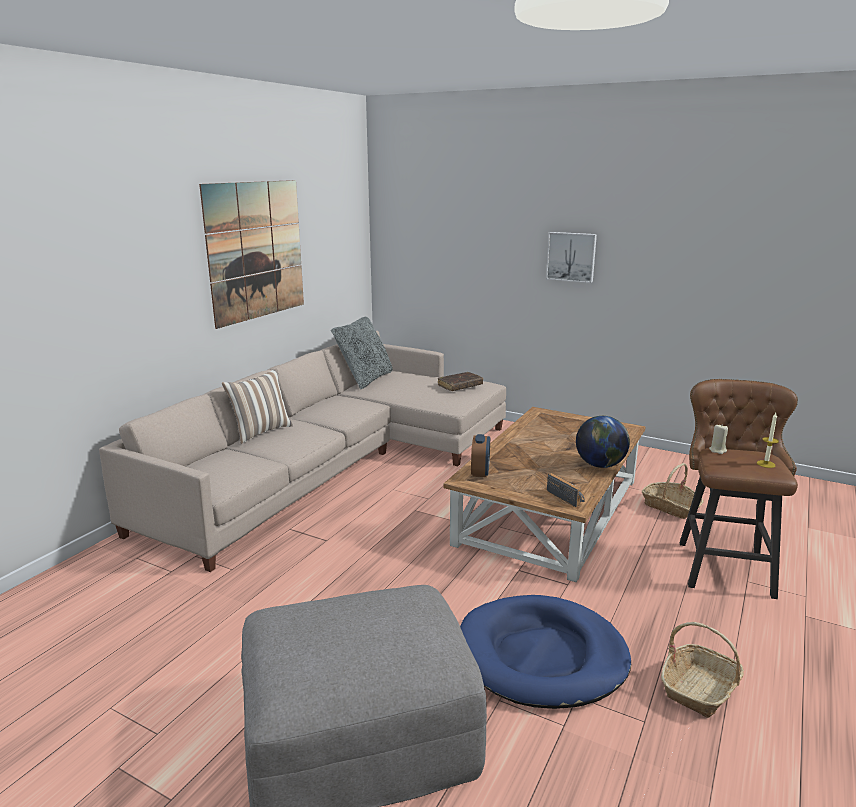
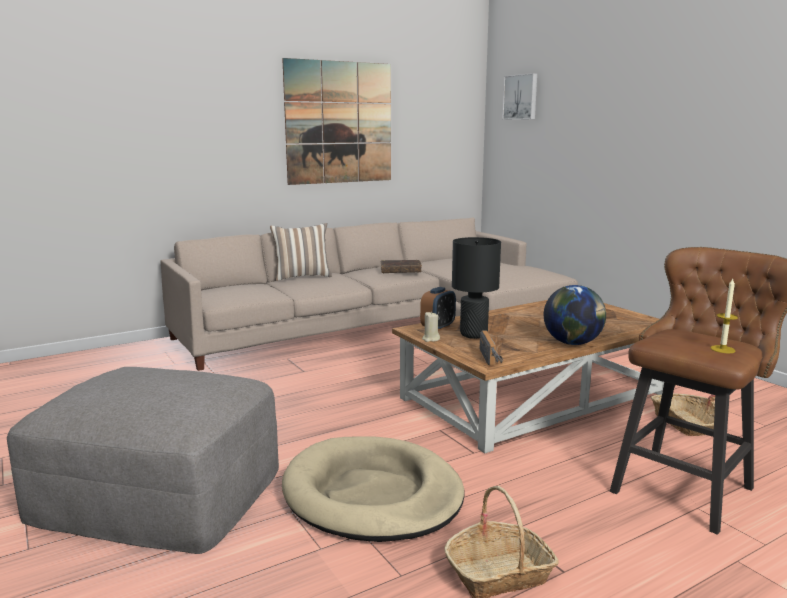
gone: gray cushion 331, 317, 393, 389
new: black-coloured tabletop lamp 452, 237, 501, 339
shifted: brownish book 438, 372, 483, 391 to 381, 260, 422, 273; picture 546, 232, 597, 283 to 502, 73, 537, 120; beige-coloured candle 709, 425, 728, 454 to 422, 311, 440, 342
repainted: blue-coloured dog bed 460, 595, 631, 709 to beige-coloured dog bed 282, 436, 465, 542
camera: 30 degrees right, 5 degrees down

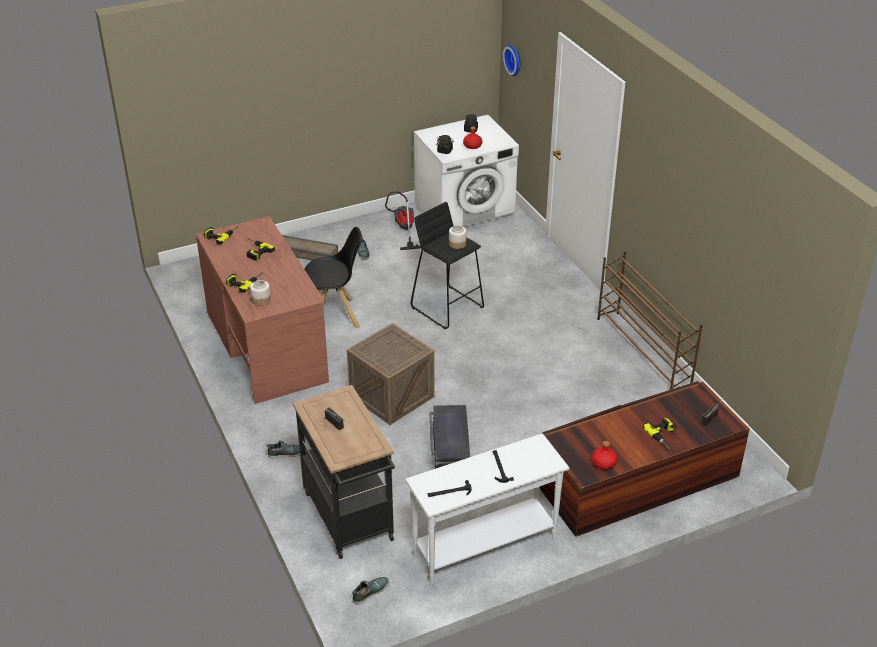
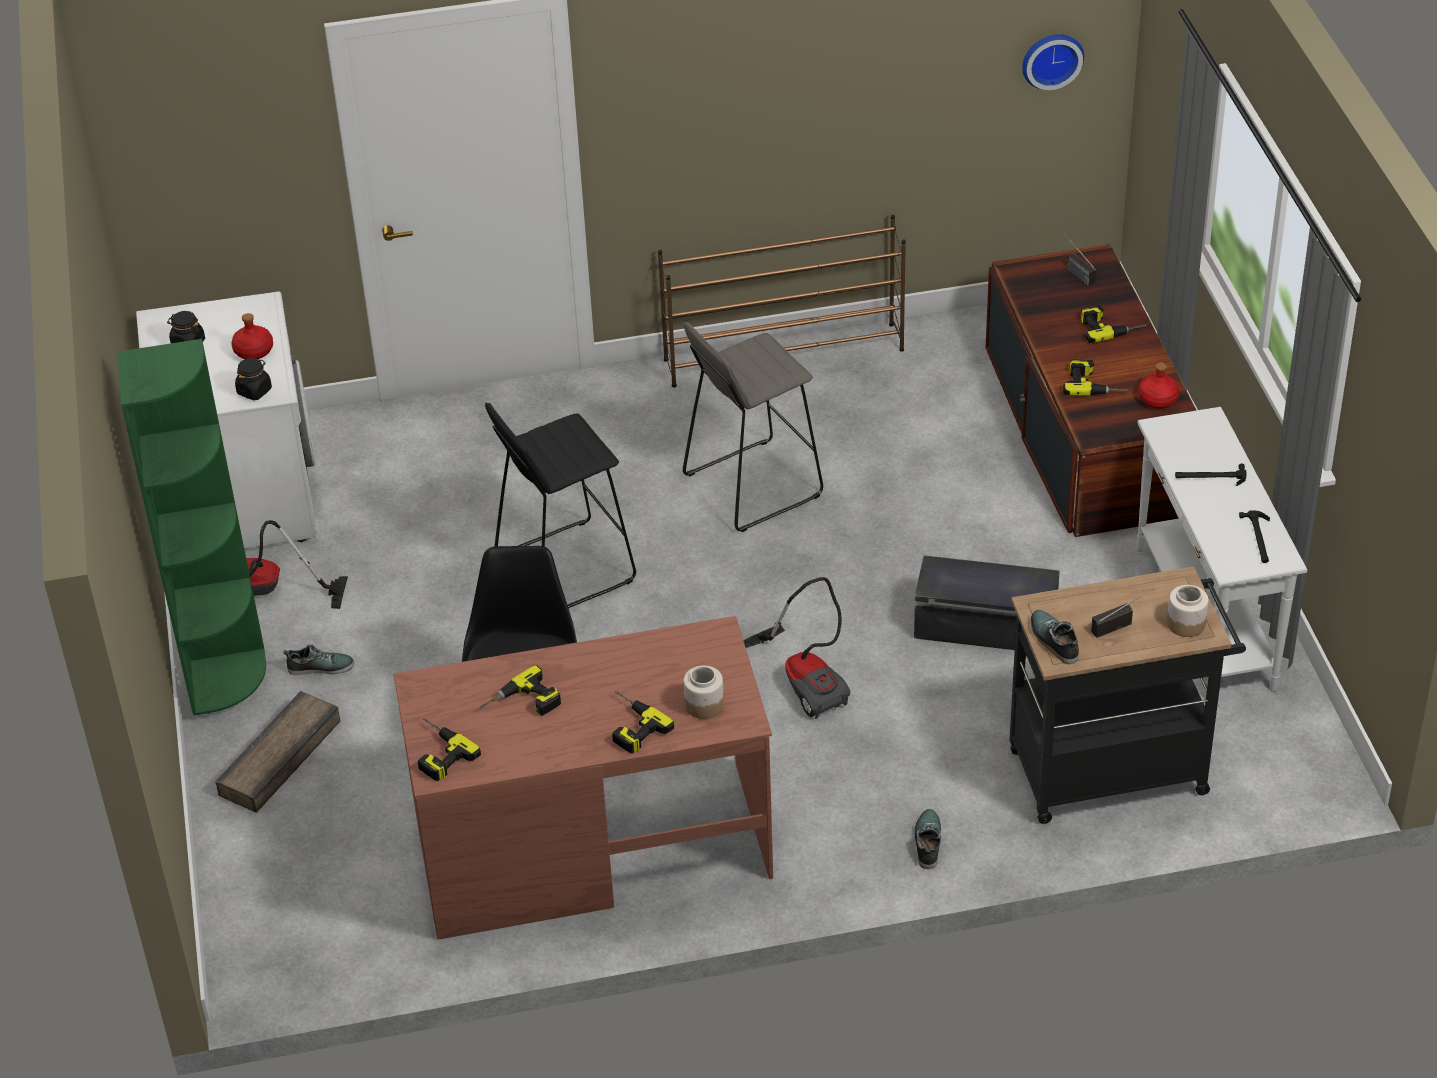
new: green bookshelf 117, 339, 266, 716; gray sitting stool 683, 322, 823, 532; electric drill 1063, 360, 1129, 396
shifted: low shoe 352, 577, 389, 605 to 1030, 610, 1079, 664; jar 449, 225, 467, 249 to 1167, 585, 1209, 637; wall clock 503, 45, 521, 76 to 1022, 34, 1084, 90
swapped: crate 347, 323, 435, 425 to vacuum cleaner 743, 577, 851, 719
camera: 75 degrees left, 5 degrees up

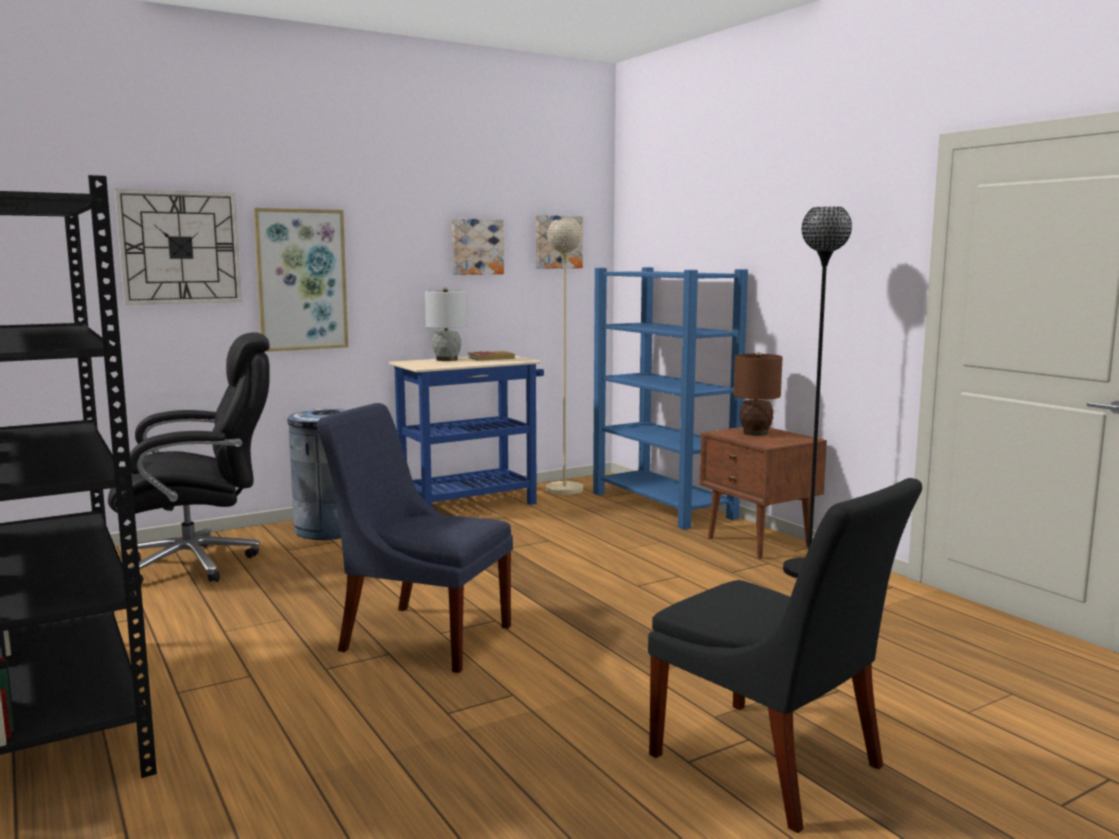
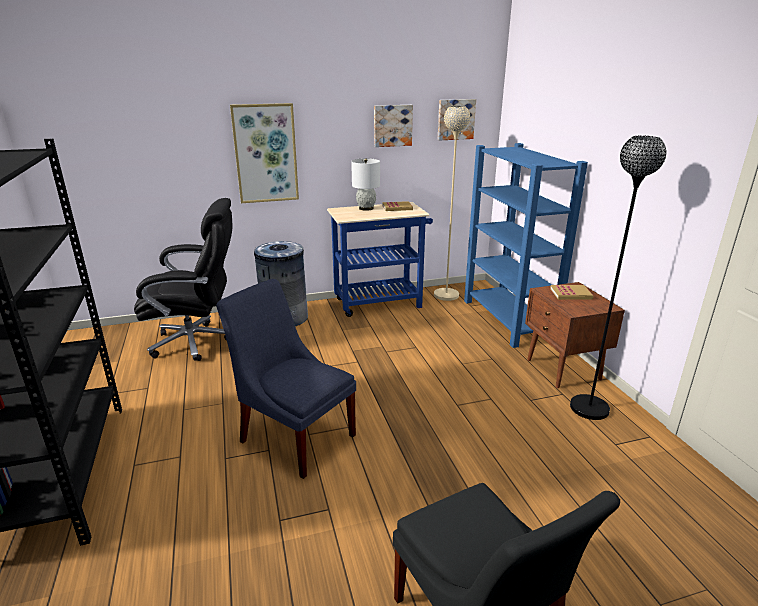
gone: wall clock 115, 189, 242, 305
swapped: brownish tabletop lamp 734, 352, 783, 436 to book 550, 285, 593, 300
camera: 15 degrees right, 15 degrees up

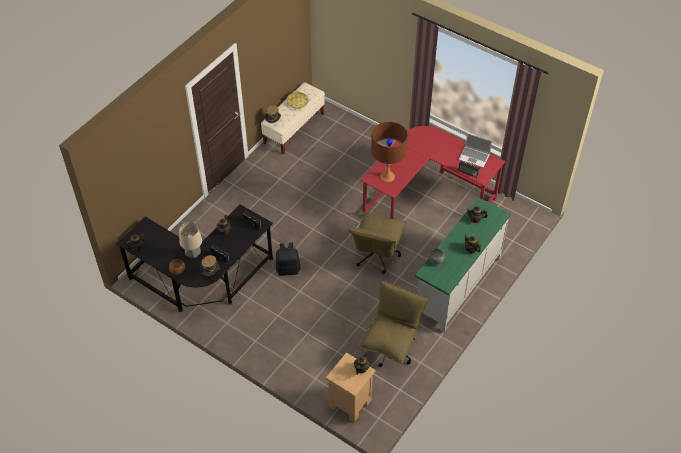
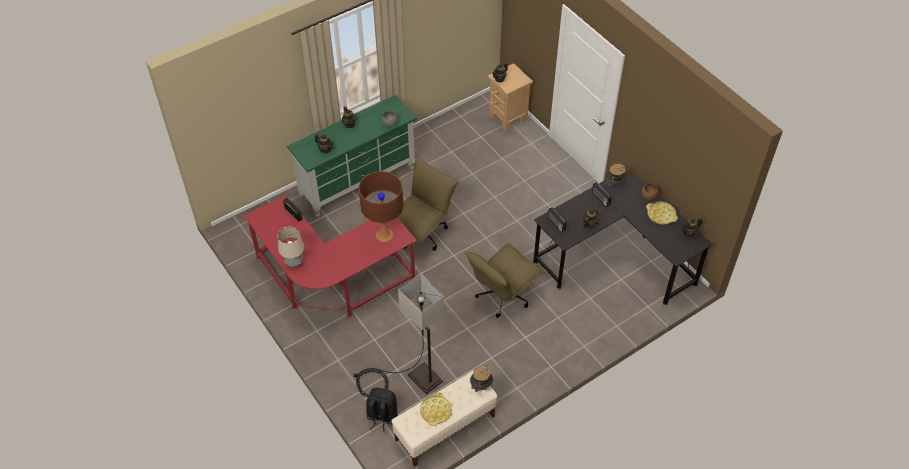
gone: laptop 459, 133, 492, 168
new: standard lamp 354, 274, 444, 397; yellowish carrying tray 646, 201, 678, 225
shifted: tabletop lamp 179, 222, 202, 258 to 278, 226, 304, 268; black-coloured knapsack 276, 243, 301, 276 to 366, 388, 398, 433; beige-coloured desk chair 358, 281, 429, 367 to 465, 243, 546, 318
camera: 160 degrees left, 0 degrees up

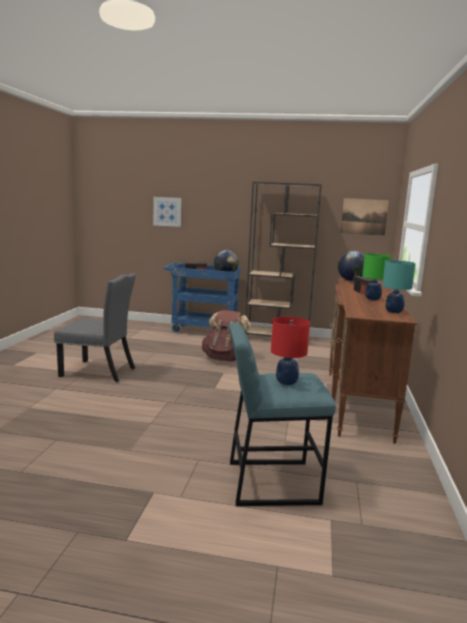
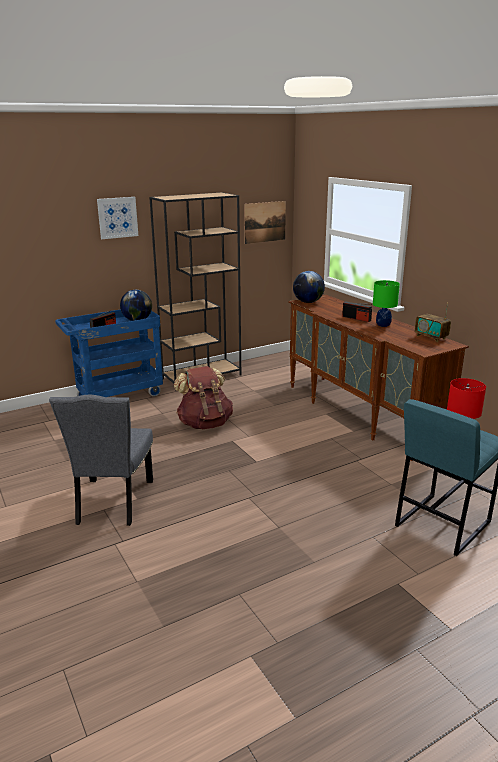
shifted: picture 153, 197, 181, 227 to 97, 197, 138, 239
swapped: blue-green tabletop lamp 382, 260, 416, 313 to radio receiver 415, 302, 451, 342
rotated: gray chair 54, 273, 136, 382 = 49, 395, 153, 526 120 degrees clockwise
camera: 40 degrees left, 10 degrees up

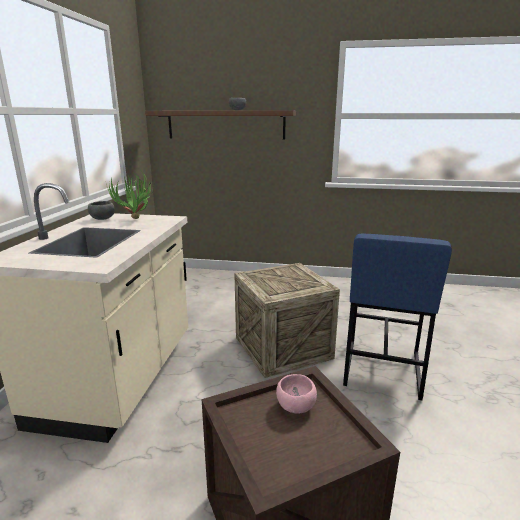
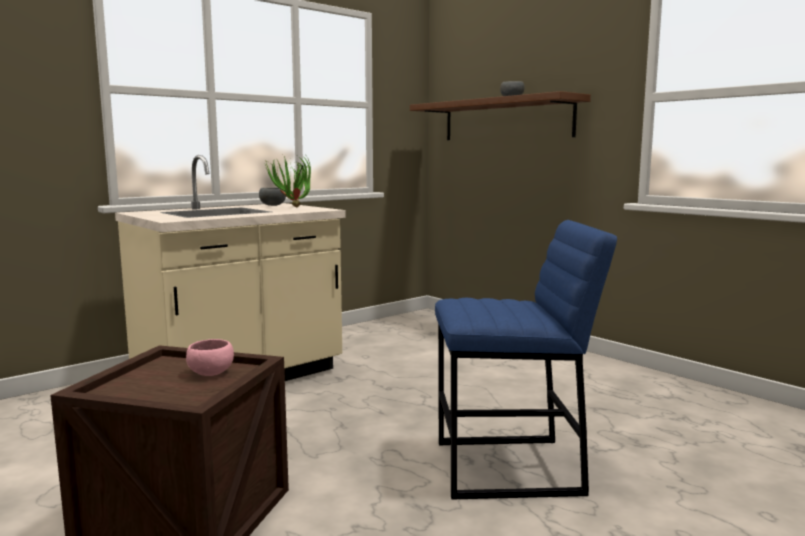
gone: crate 234, 263, 340, 378
rotated: blue-coloured chair 343, 234, 452, 400 = 435, 220, 617, 499 150 degrees counterclockwise
camera: 40 degrees right, 10 degrees down

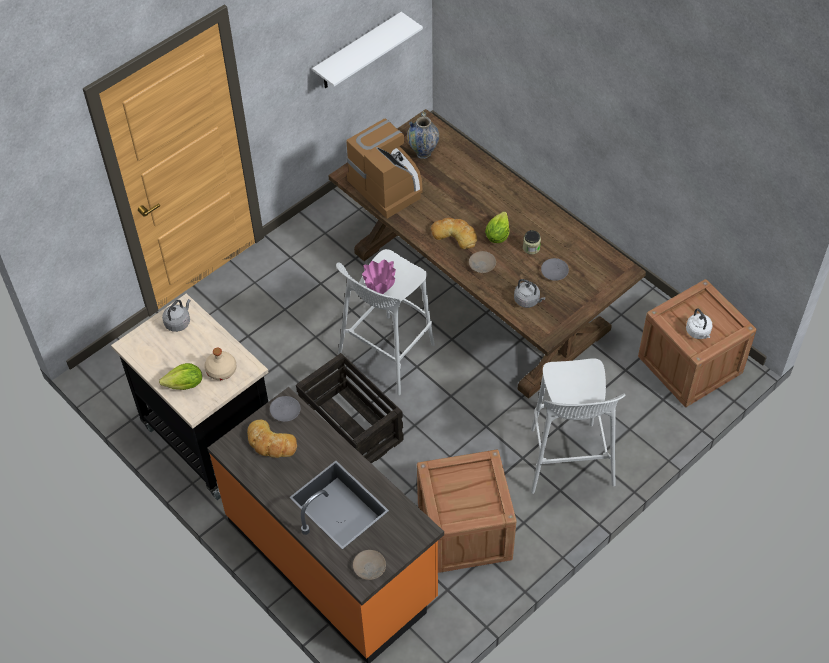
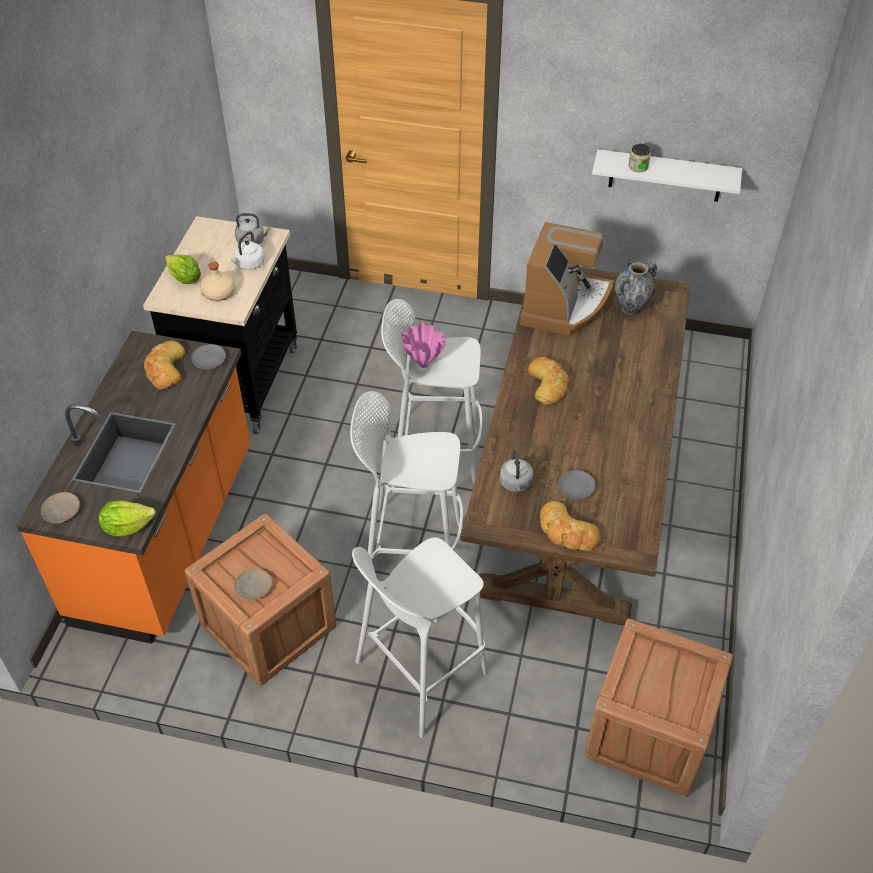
gone: crate 296, 353, 404, 463
new: whitish sitting stool 350, 391, 463, 588; bread 540, 501, 600, 551
shifted: beige-coloured dinner plate 469, 251, 496, 273 to 234, 568, 272, 600; lettuce 485, 211, 509, 243 to 99, 501, 156, 537; jar 523, 230, 541, 254 to 628, 144, 651, 172; whitish water kettle 686, 308, 713, 339 to 231, 231, 265, 270
camera: 55 degrees right, 5 degrees down

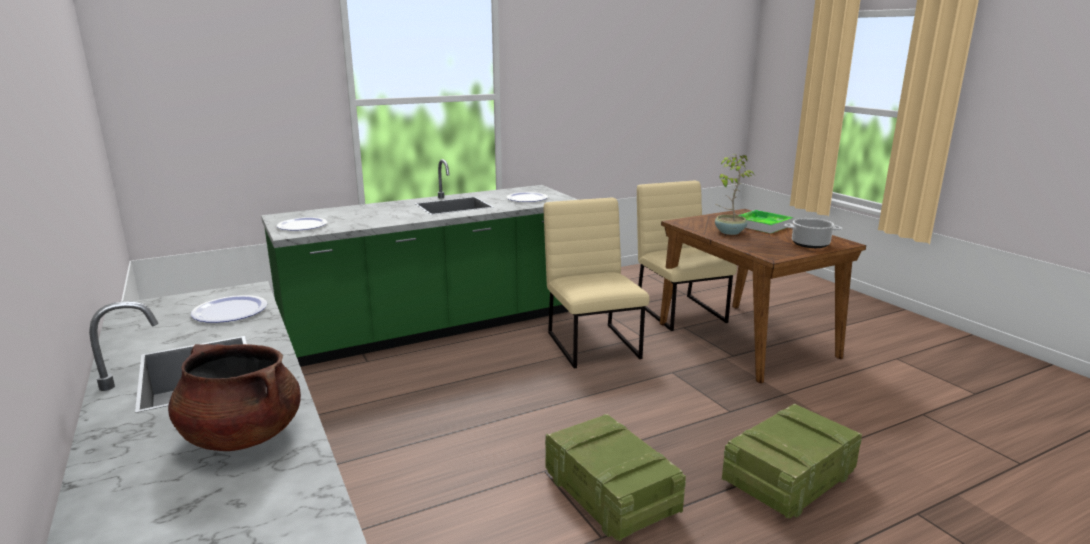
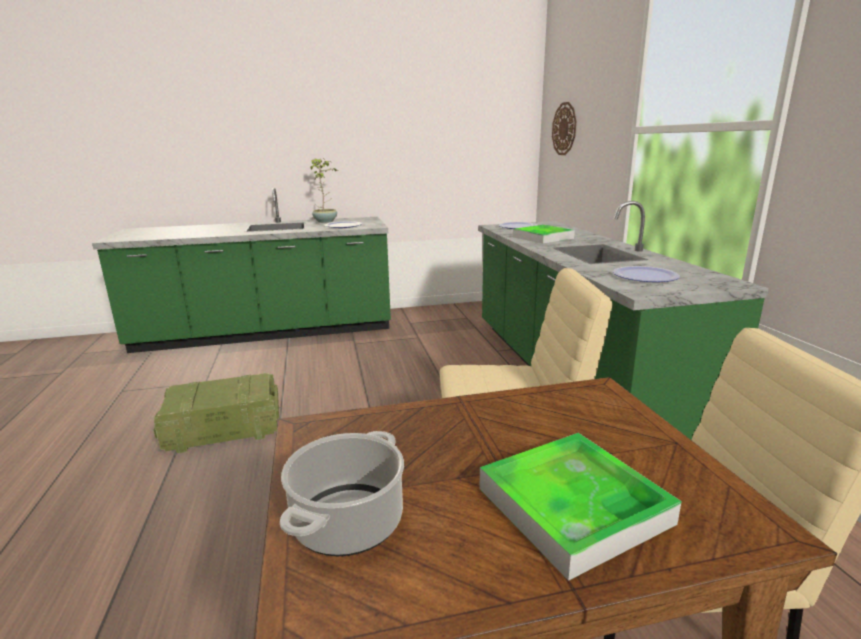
gone: brownish stockpot 168, 344, 301, 451; crate 722, 404, 862, 519
new: carrying tray 513, 225, 575, 243; wall clock 552, 102, 576, 155
shifted: houseplant 715, 154, 754, 235 to 310, 158, 338, 223
camera: 105 degrees right, 0 degrees up

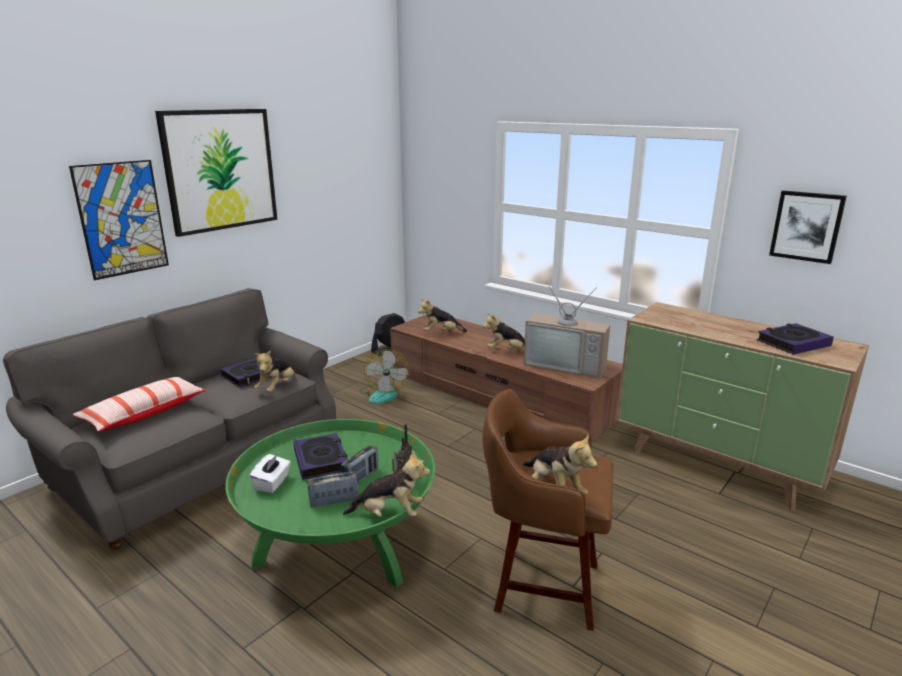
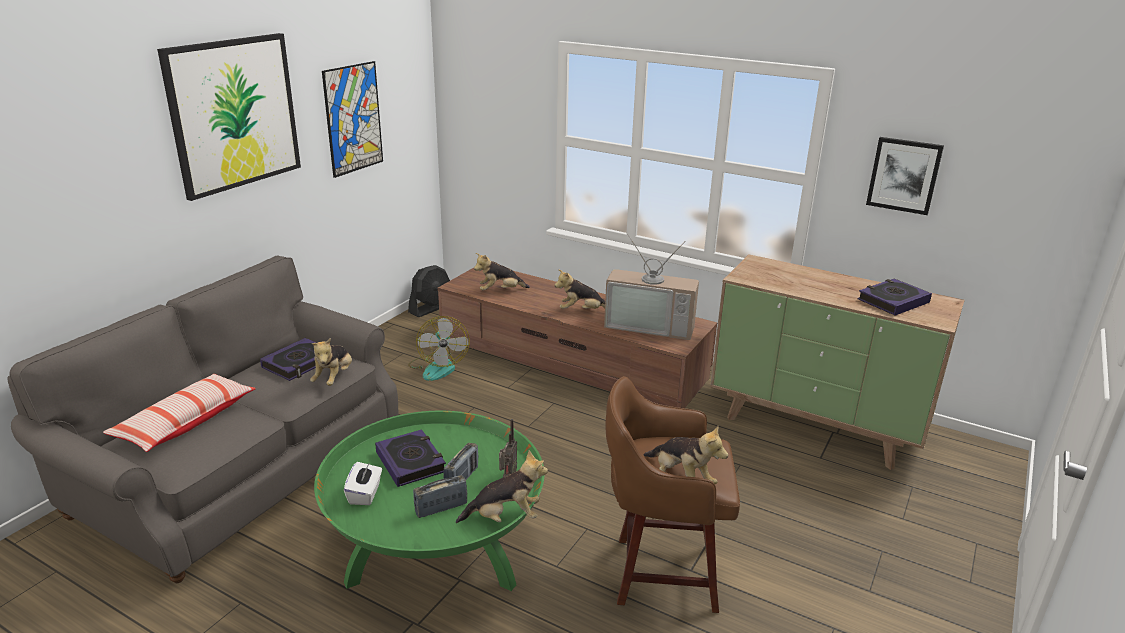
shifted: picture 69, 160, 169, 280 to 322, 61, 383, 178
camera: 10 degrees left, 5 degrees up

